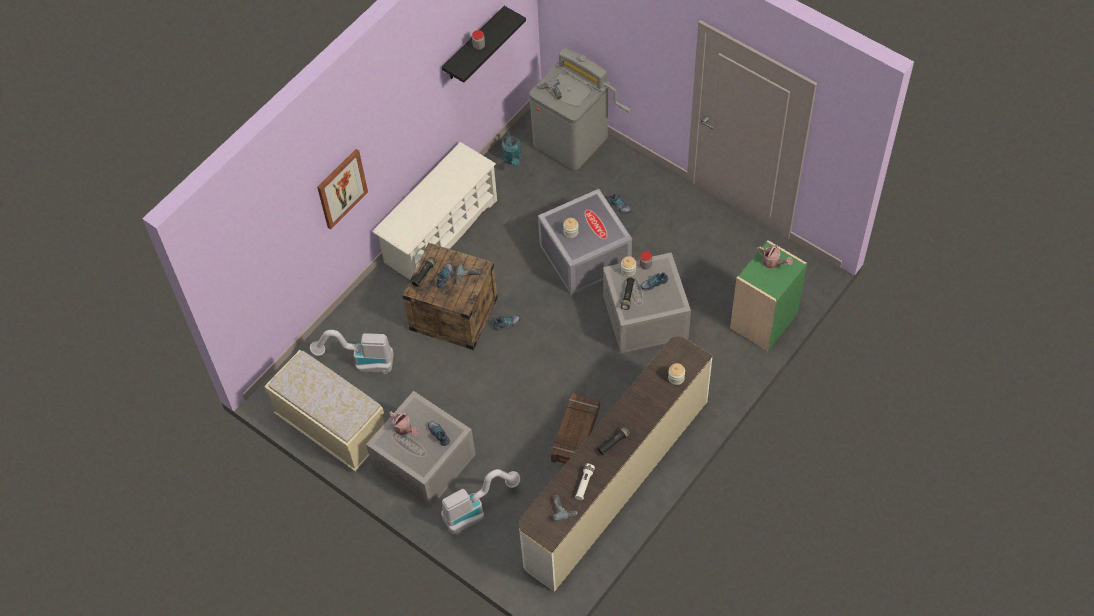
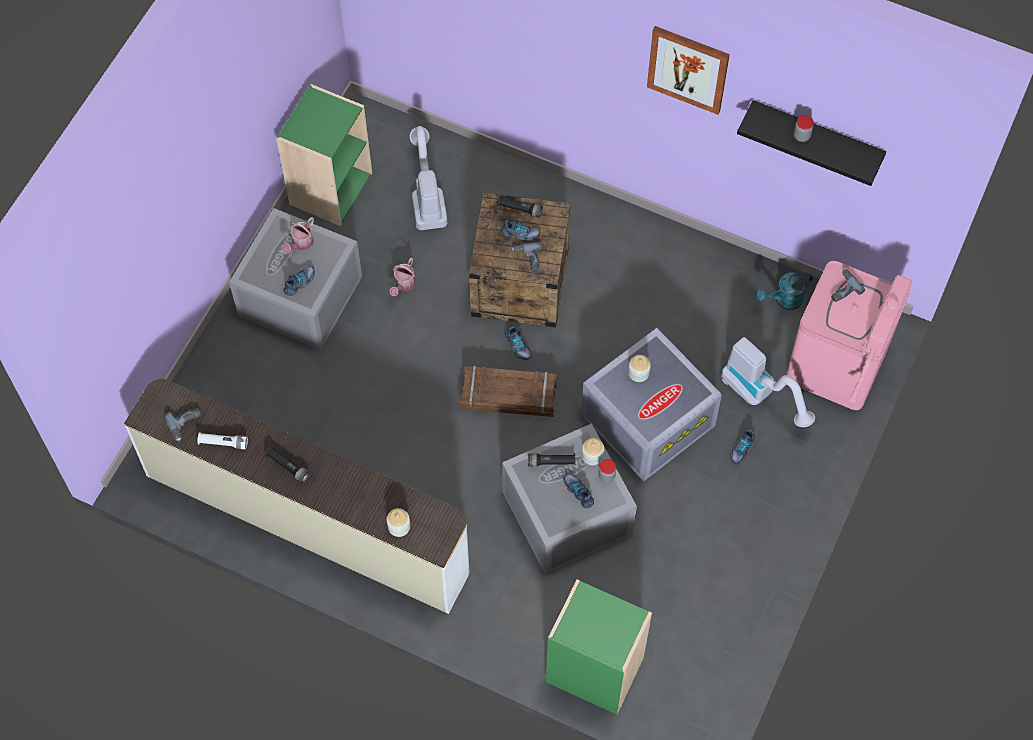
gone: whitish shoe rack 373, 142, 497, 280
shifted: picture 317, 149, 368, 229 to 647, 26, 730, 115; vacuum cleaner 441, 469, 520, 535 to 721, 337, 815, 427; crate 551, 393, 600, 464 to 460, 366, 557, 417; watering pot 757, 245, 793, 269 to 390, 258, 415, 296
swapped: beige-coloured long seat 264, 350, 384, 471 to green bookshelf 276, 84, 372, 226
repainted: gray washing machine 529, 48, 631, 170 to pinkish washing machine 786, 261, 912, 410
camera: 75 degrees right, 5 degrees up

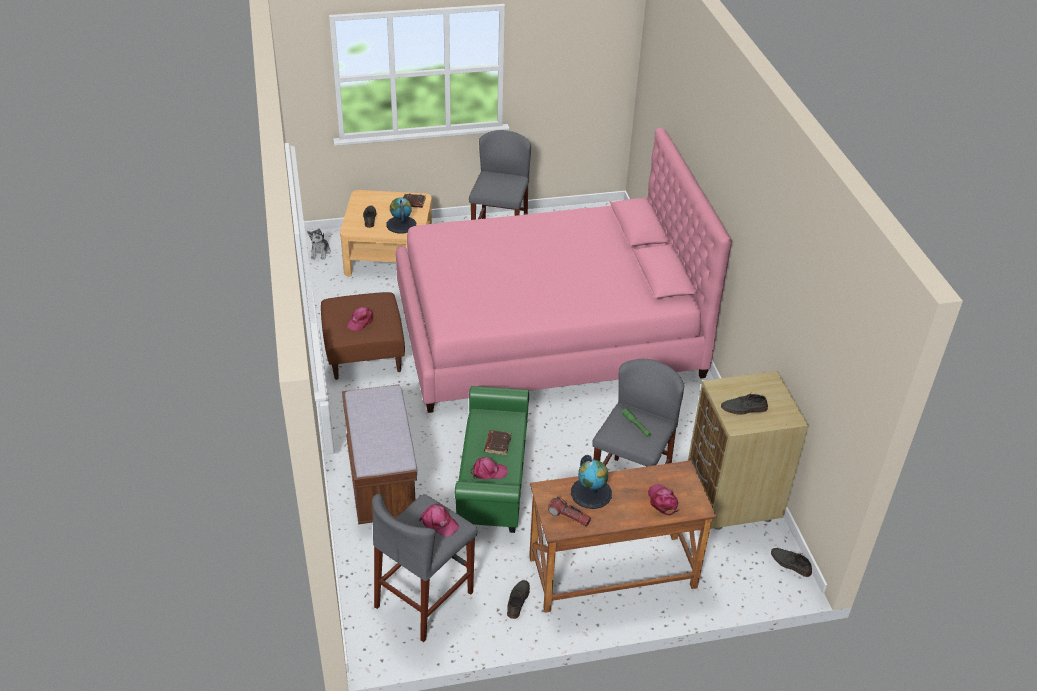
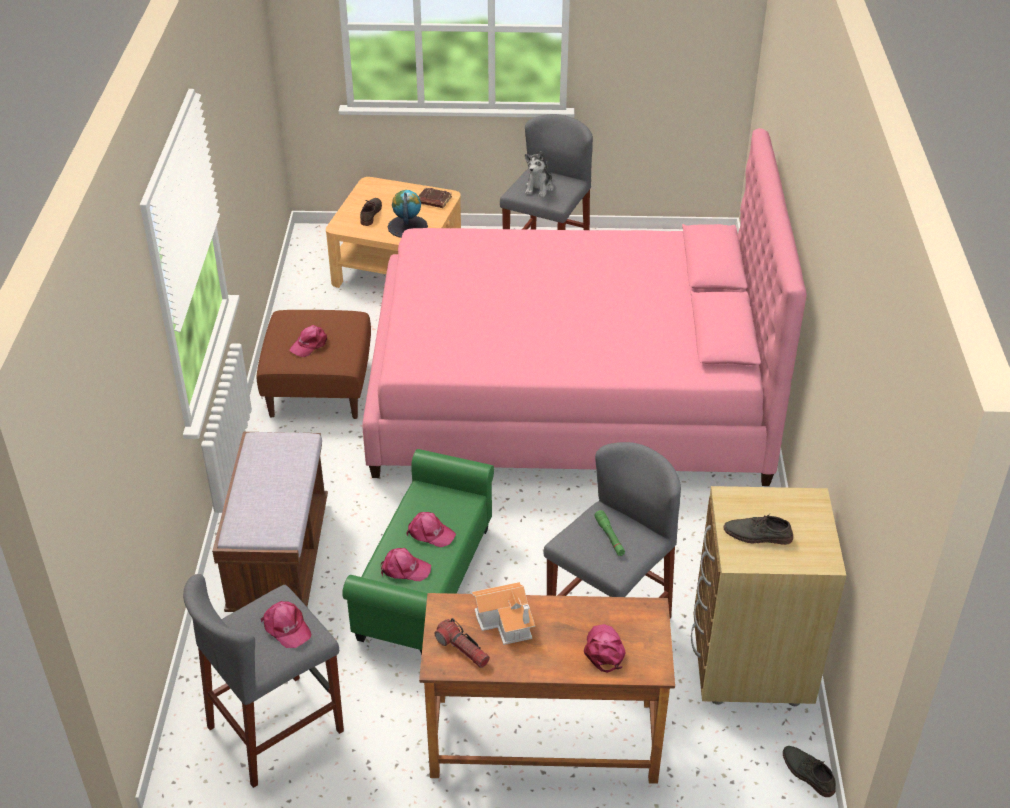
gone: gray low shoe 507, 580, 530, 619
shifted: soft toy 307, 228, 331, 260 to 525, 151, 554, 197
swapped: brownish book 484, 430, 511, 455 to pinkish baseball cap 406, 512, 456, 547; desk globe 571, 455, 612, 509 to miniature house 472, 582, 535, 645
camera: 15 degrees right, 0 degrees up

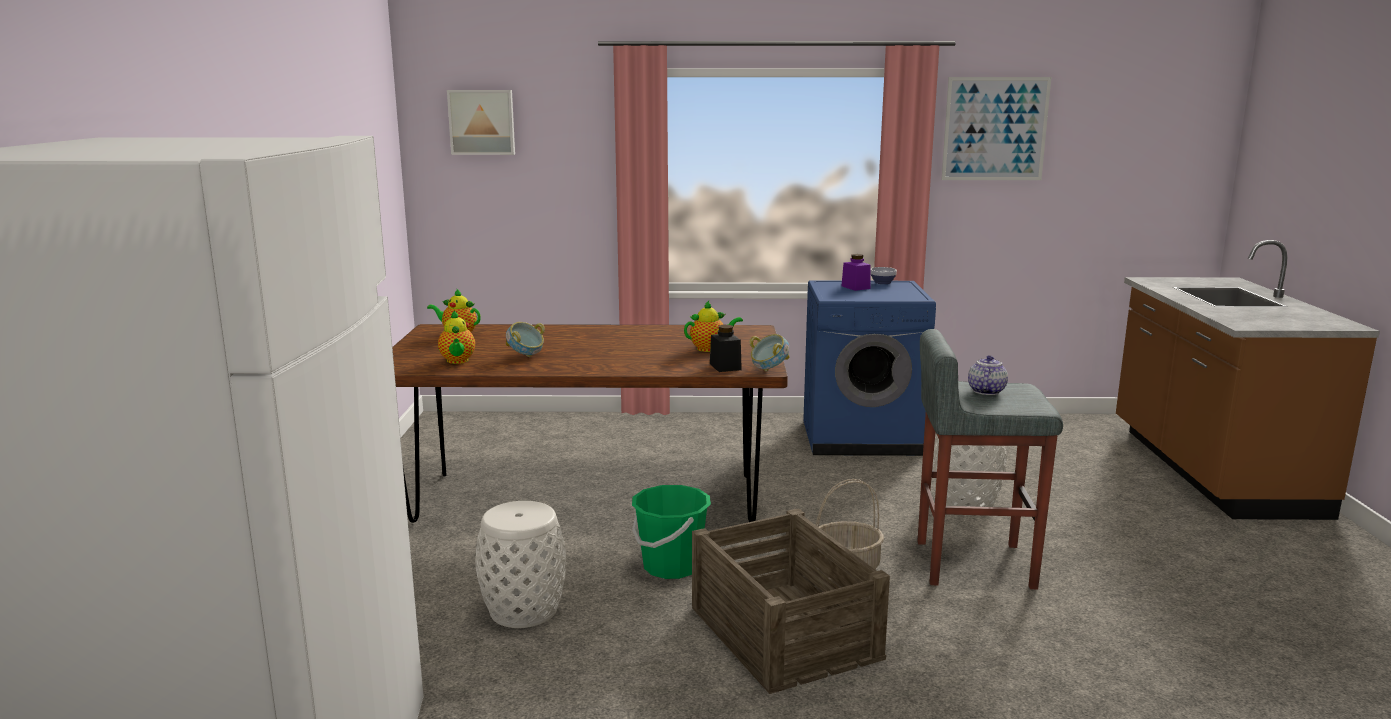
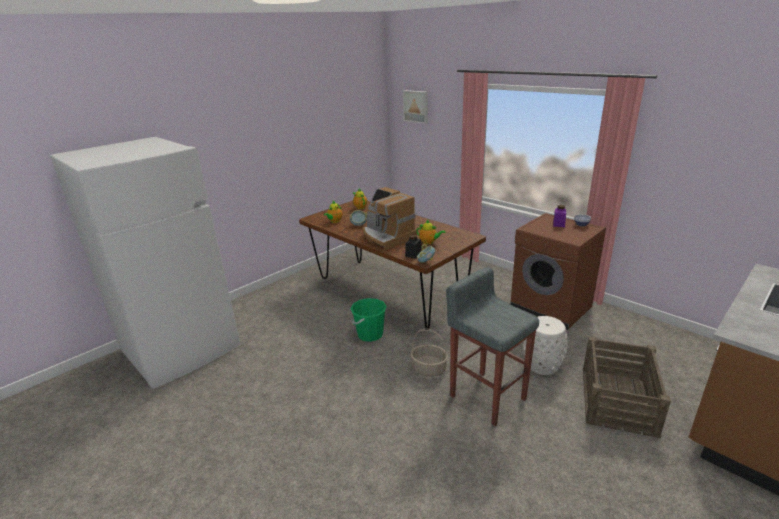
gone: whitish sitting stool 475, 501, 566, 628; picture 941, 77, 1051, 180; pot for tea 968, 355, 1008, 395
new: coffee brewer 363, 187, 417, 250
shifted: crate 692, 508, 890, 694 to 583, 336, 671, 438
repainted: blue-coloured washing machine 803, 280, 936, 456 to brownish washing machine 510, 213, 606, 330
camera: 45 degrees right, 10 degrees up

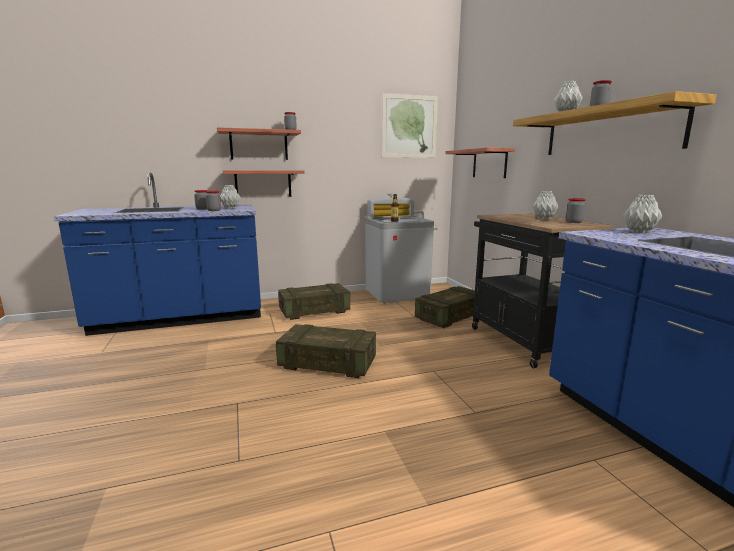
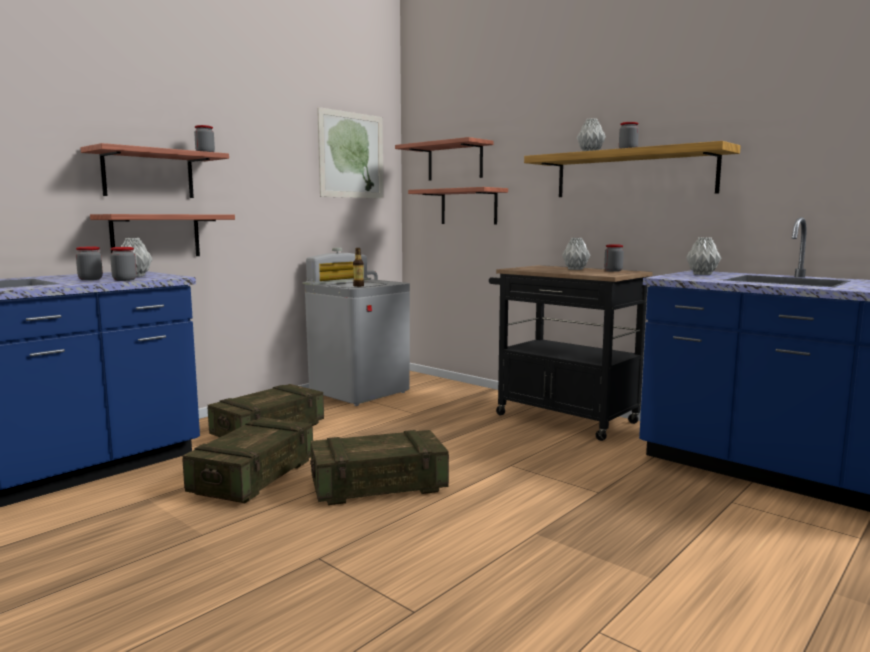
new: bracket shelf 395, 137, 493, 181
shifted: crate 415, 286, 475, 328 to 182, 417, 313, 503
camera: 30 degrees left, 5 degrees down

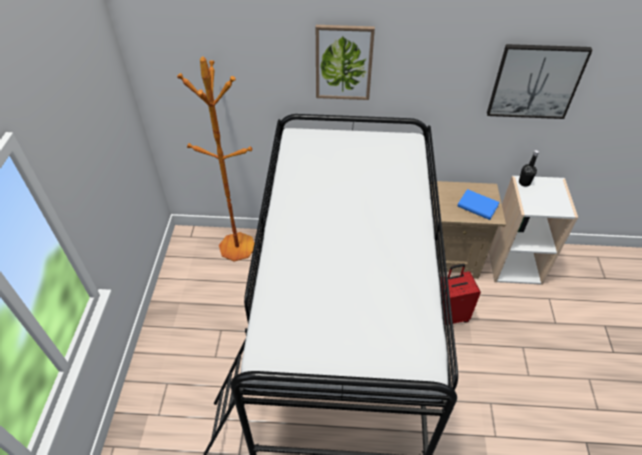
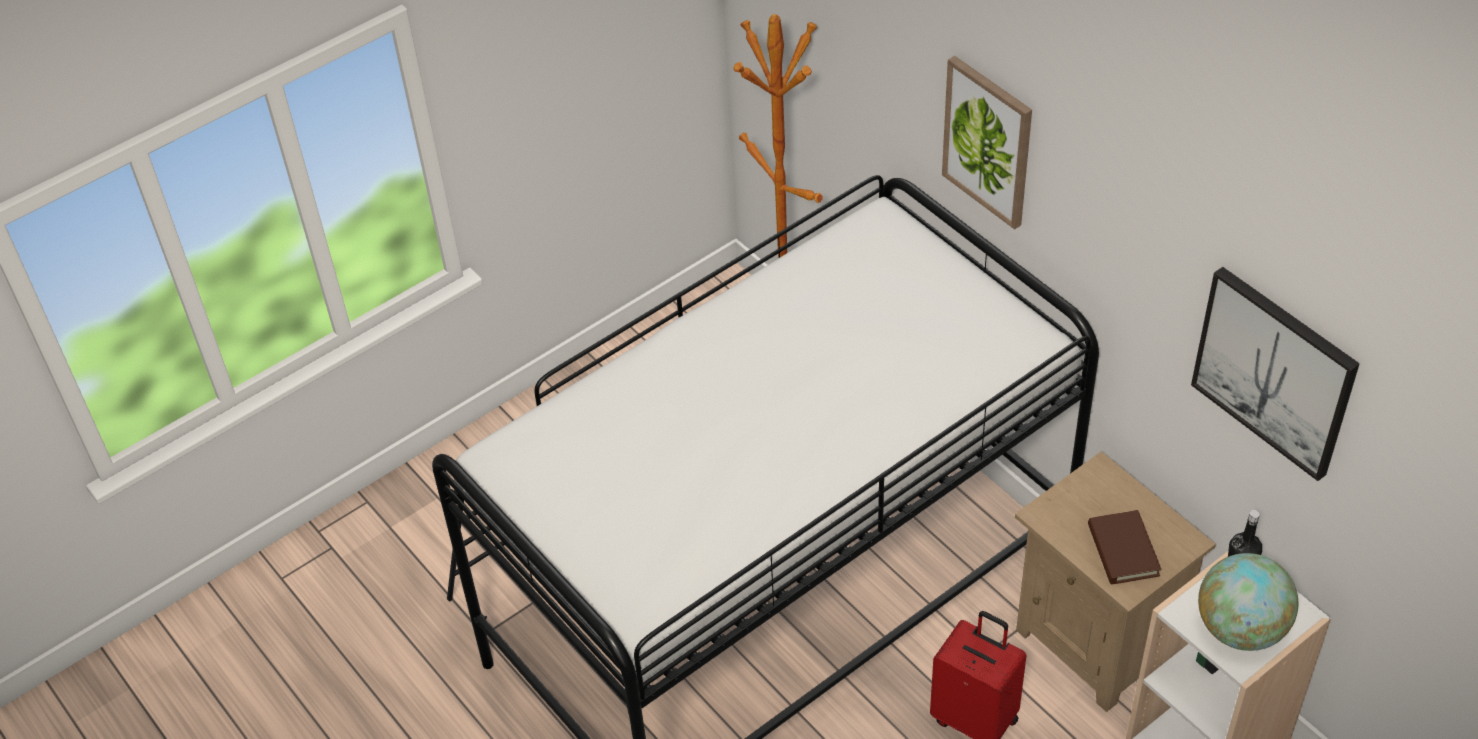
new: desk globe 1198, 553, 1298, 651
repainted: blue-coloured book 458, 189, 499, 220 to brownish book 1088, 510, 1162, 584
camera: 50 degrees right, 0 degrees up

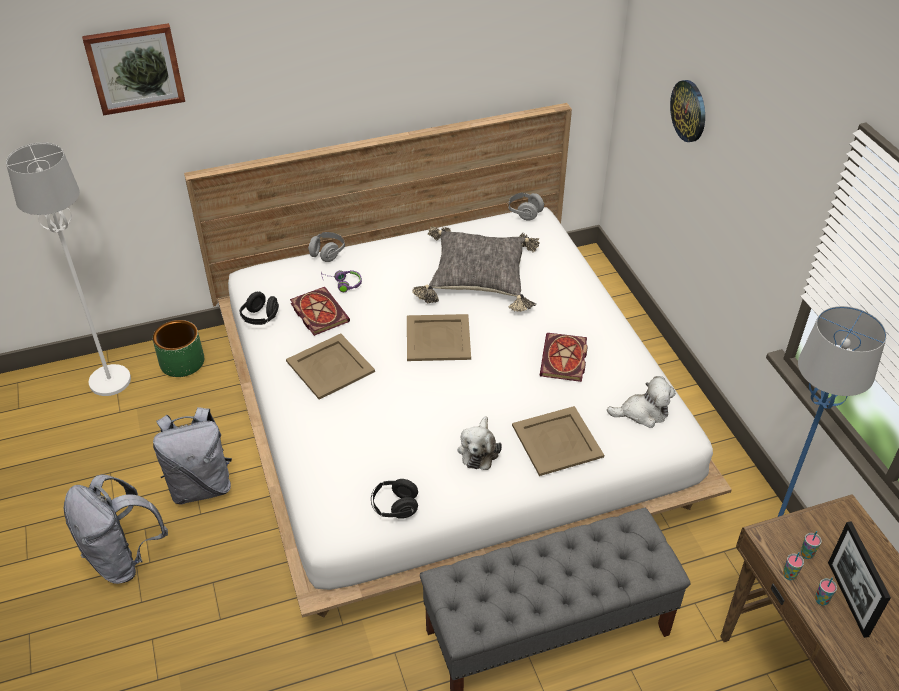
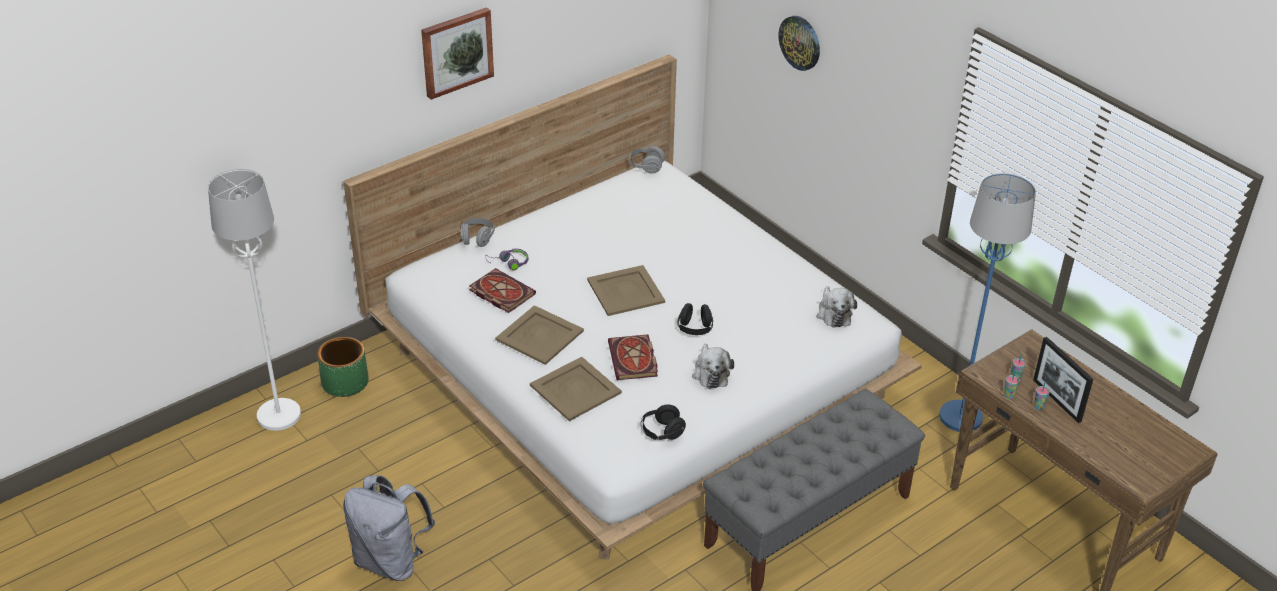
gone: gray knapsack 153, 407, 232, 505; cushion 413, 226, 540, 312
shifted: picture 82, 23, 185, 115 to 421, 7, 494, 100; black-coloured headset 239, 292, 279, 325 to 678, 303, 713, 335; beige-coloured carrying tray 512, 406, 604, 476 to 530, 357, 622, 421; book 540, 333, 588, 382 to 608, 334, 658, 380
rotated: soft toy 607, 376, 676, 428 = 817, 286, 857, 328 105 degrees clockwise
camera: 20 degrees left, 5 degrees down

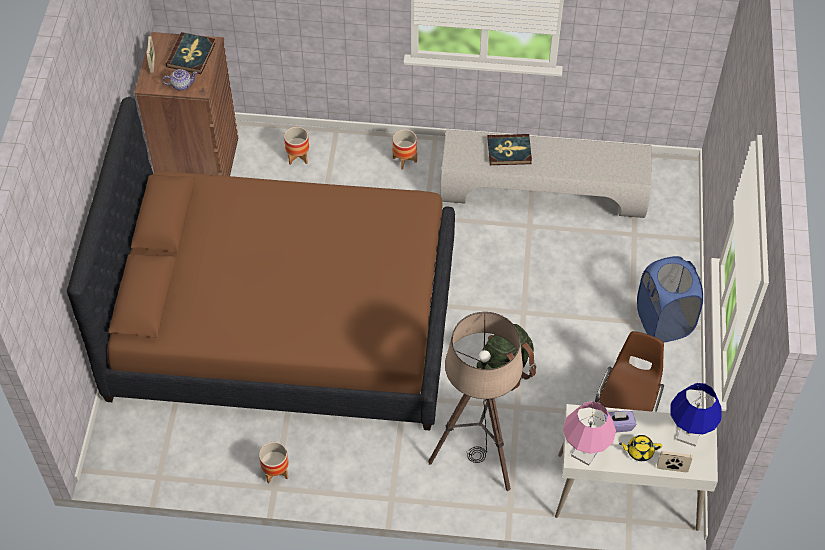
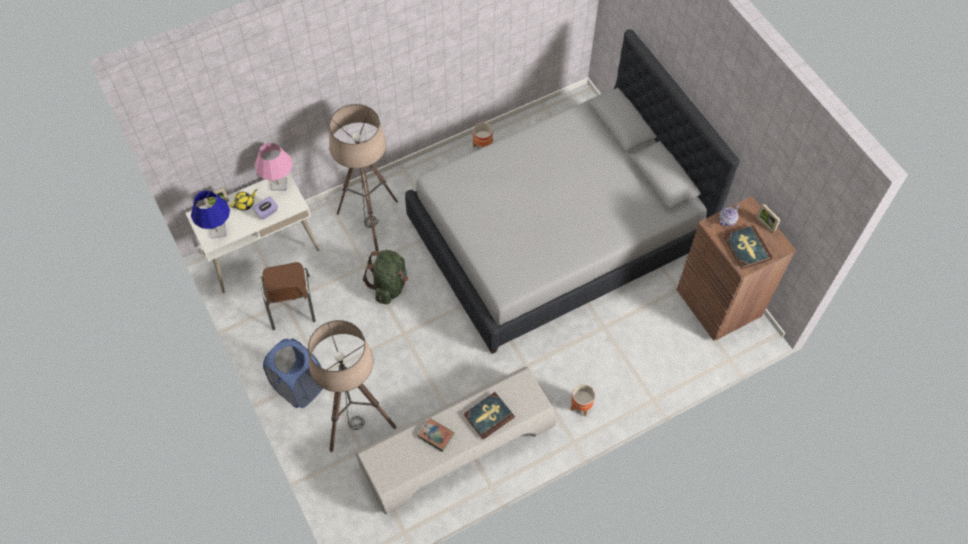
gone: plant pot 284, 127, 309, 165
new: standard lamp 308, 320, 396, 453; book 417, 418, 455, 452
repainted: brownish bed 67, 97, 455, 431 to gray bed 405, 30, 740, 354
camera: 145 degrees right, 5 degrees up

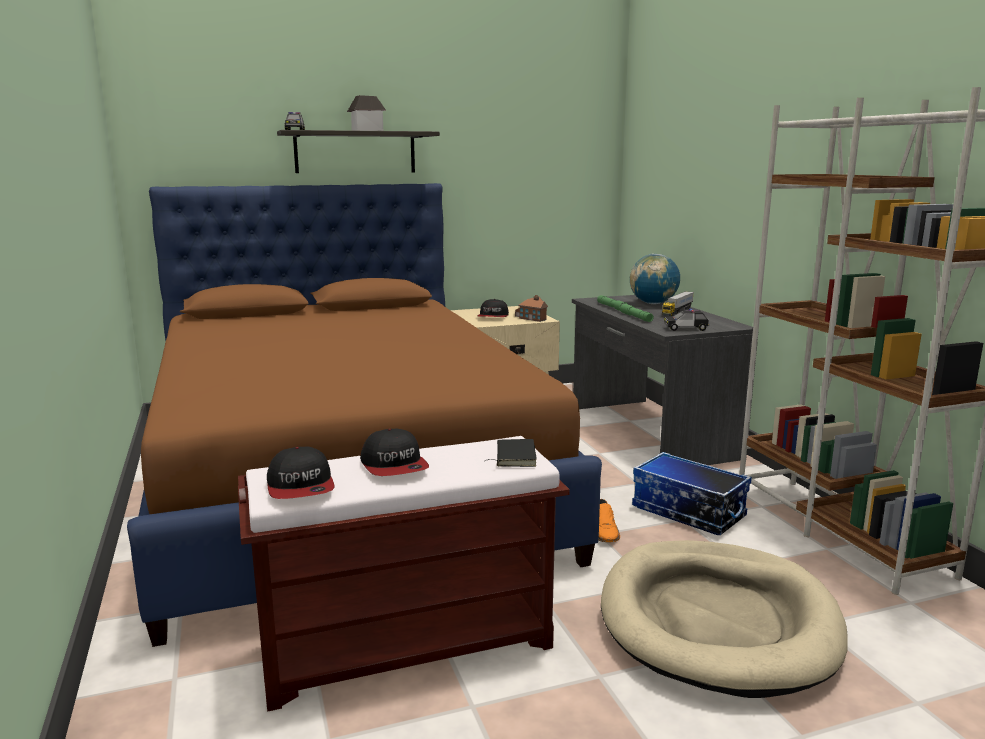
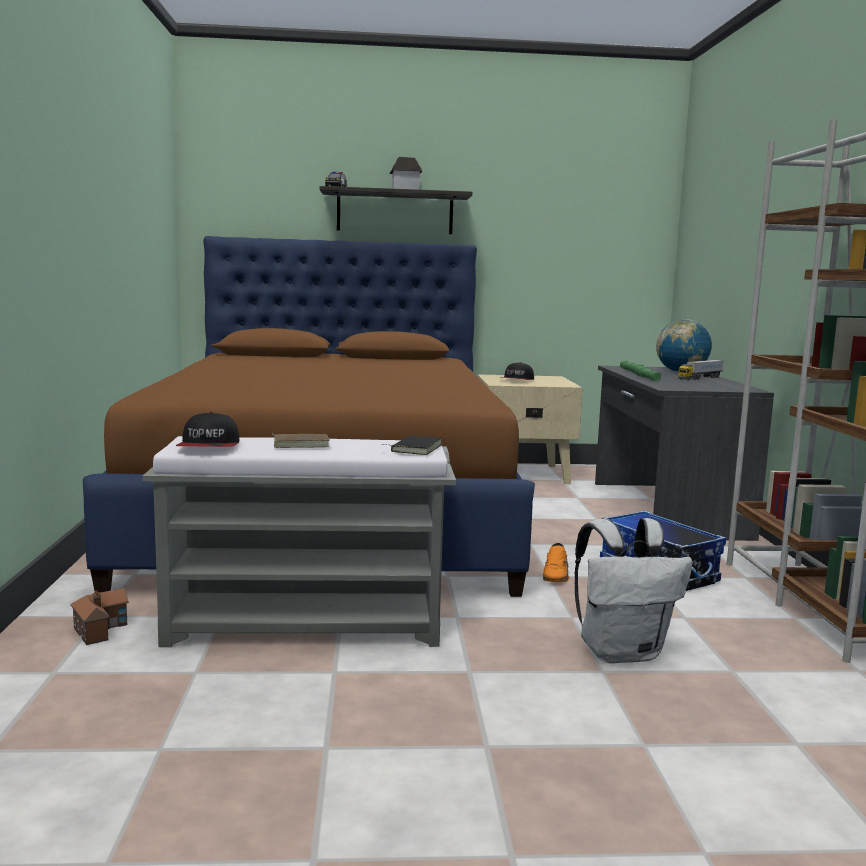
gone: miniature car 664, 309, 709, 331
shifted: miniature house 515, 295, 548, 322 to 71, 588, 129, 645
swapped: baseball cap 360, 429, 429, 476 to brownish book 272, 433, 330, 448; beige-coloured dog bed 601, 540, 848, 698 to whitish knapsack 575, 518, 692, 664
repainted: brownish long seat 238, 436, 570, 711 to gray long seat 143, 436, 456, 647
camera: 15 degrees right, 5 degrees down

